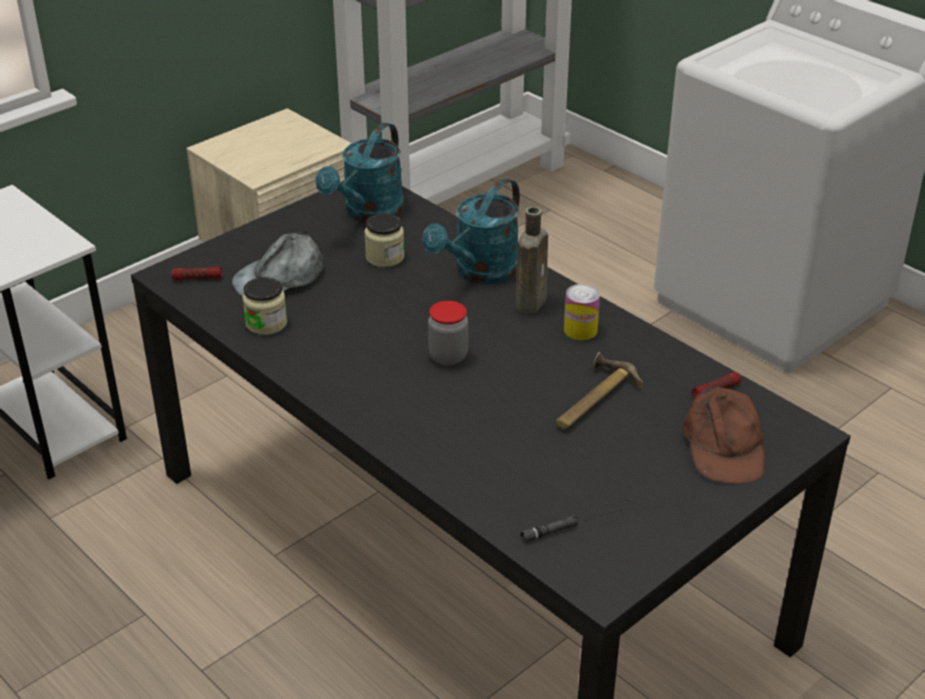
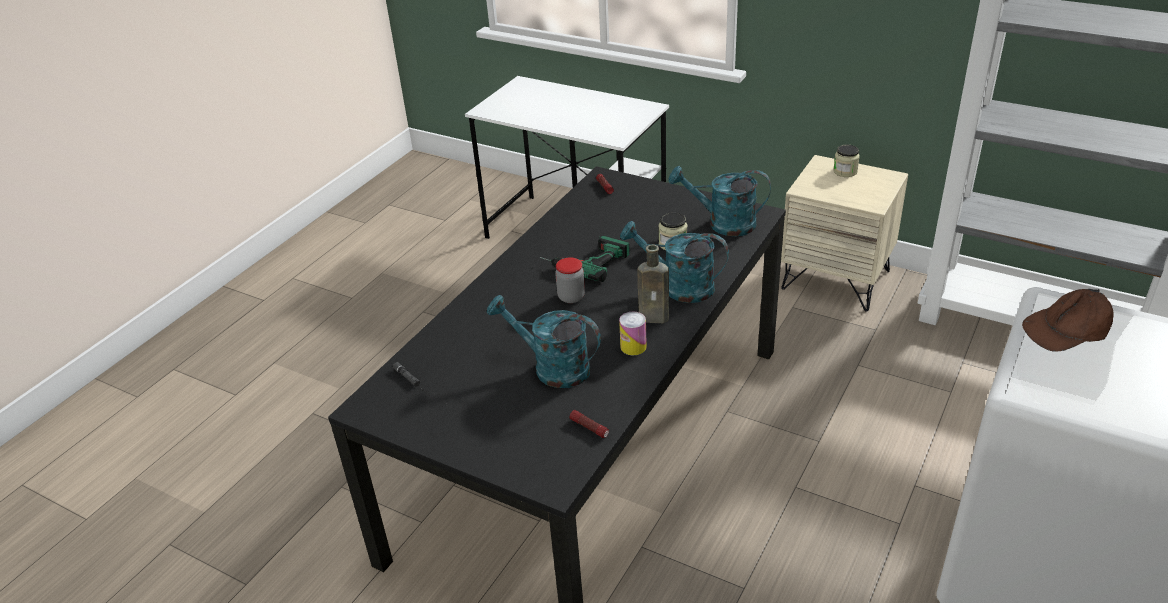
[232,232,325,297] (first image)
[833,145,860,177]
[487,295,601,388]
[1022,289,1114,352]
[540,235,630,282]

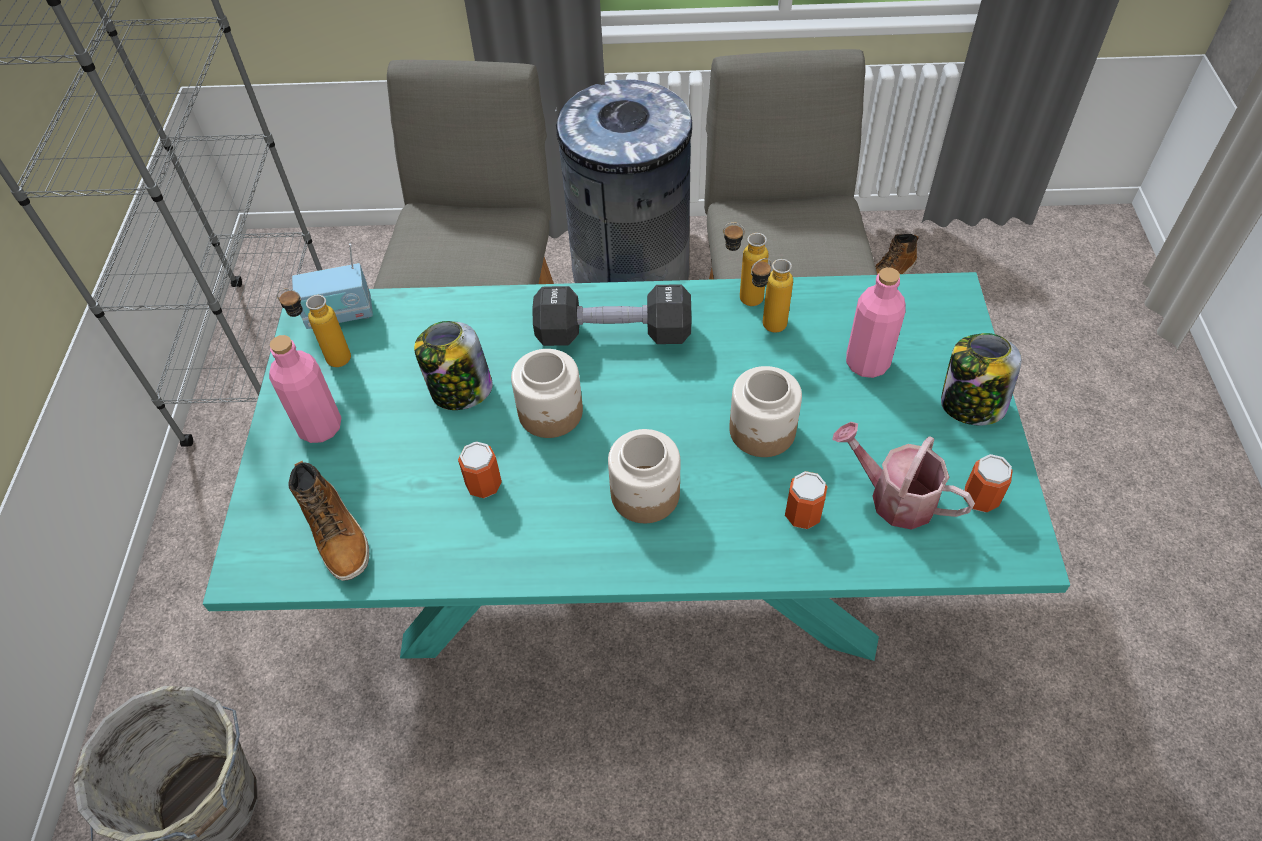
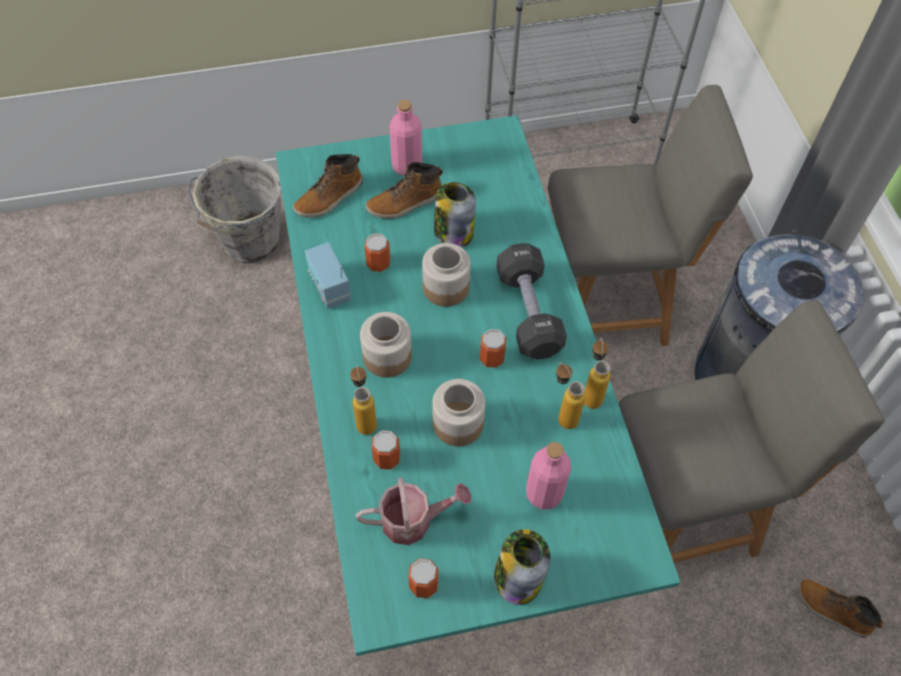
[350,364,377,435]
[305,242,351,309]
[355,478,472,545]
[366,162,443,219]
[480,329,506,368]

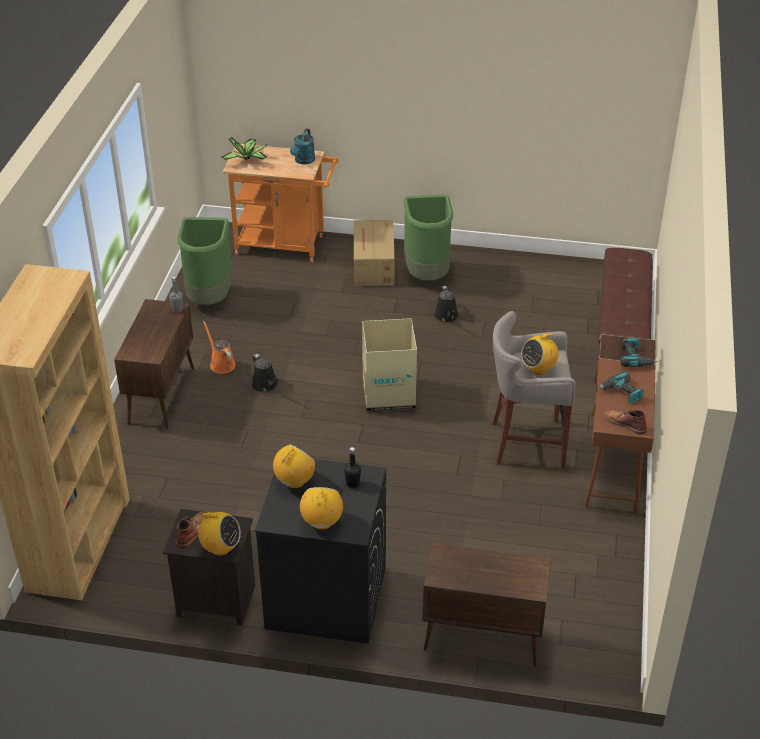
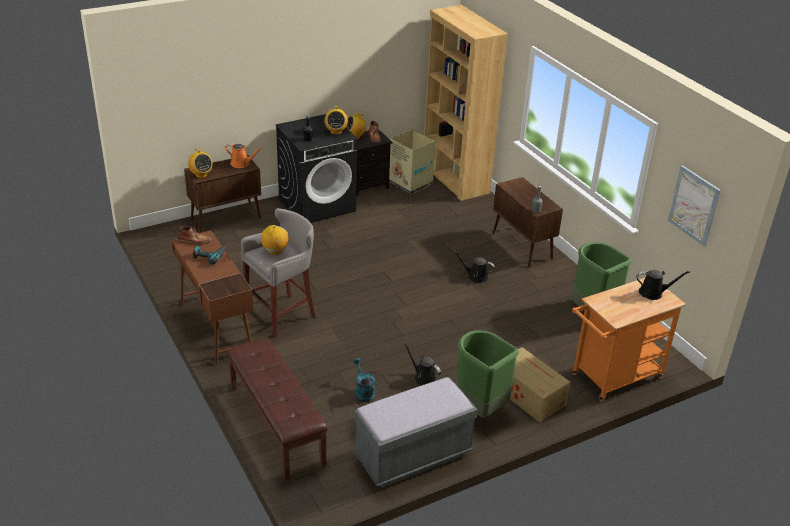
[225,144,263,168]
[636,270,690,300]
[353,358,375,402]
[188,149,213,178]
[389,129,436,194]
[620,338,658,367] (first image)
[354,377,478,488]
[668,165,721,247]

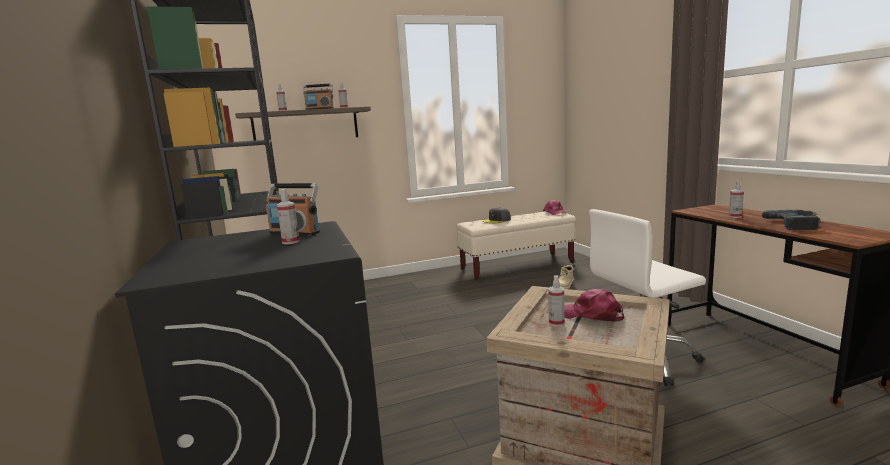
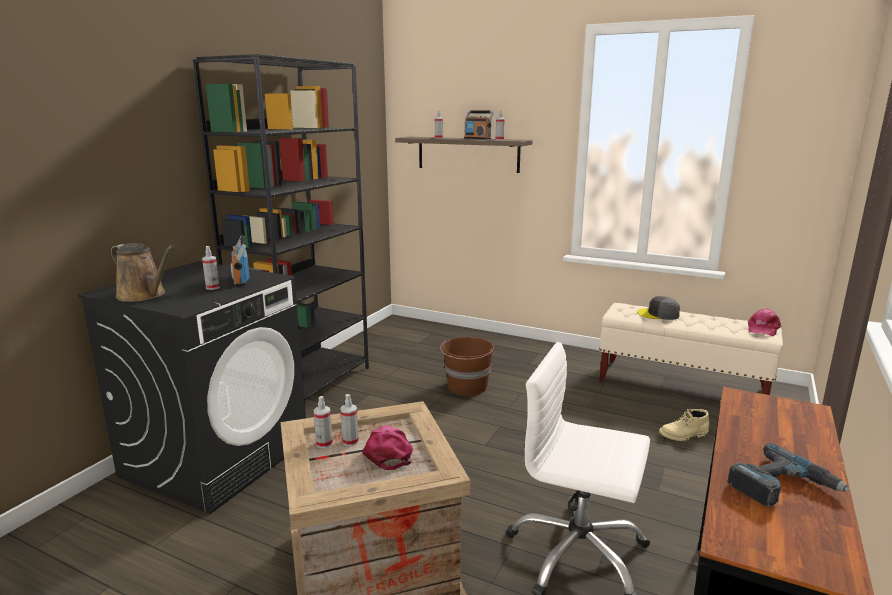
[314,396,333,448]
[111,243,175,302]
[440,337,494,396]

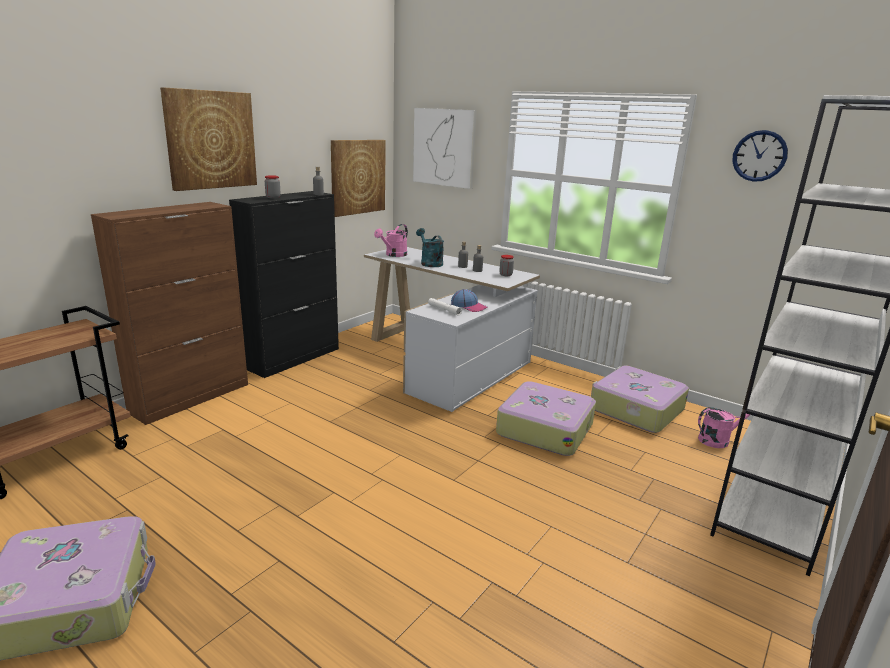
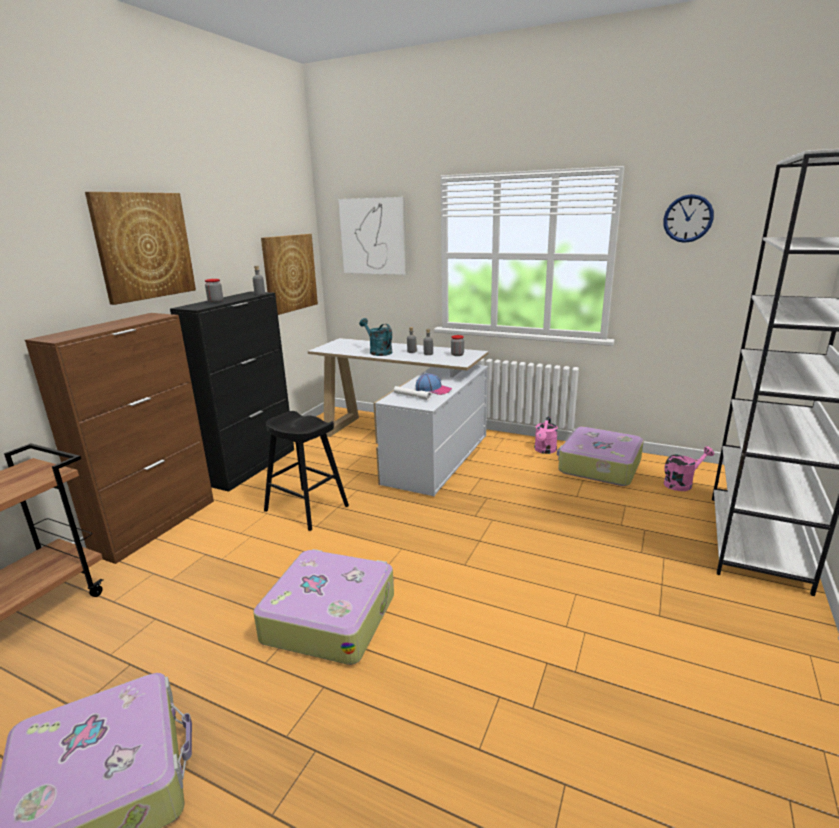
[535,417,558,454]
[254,549,394,665]
[264,411,349,531]

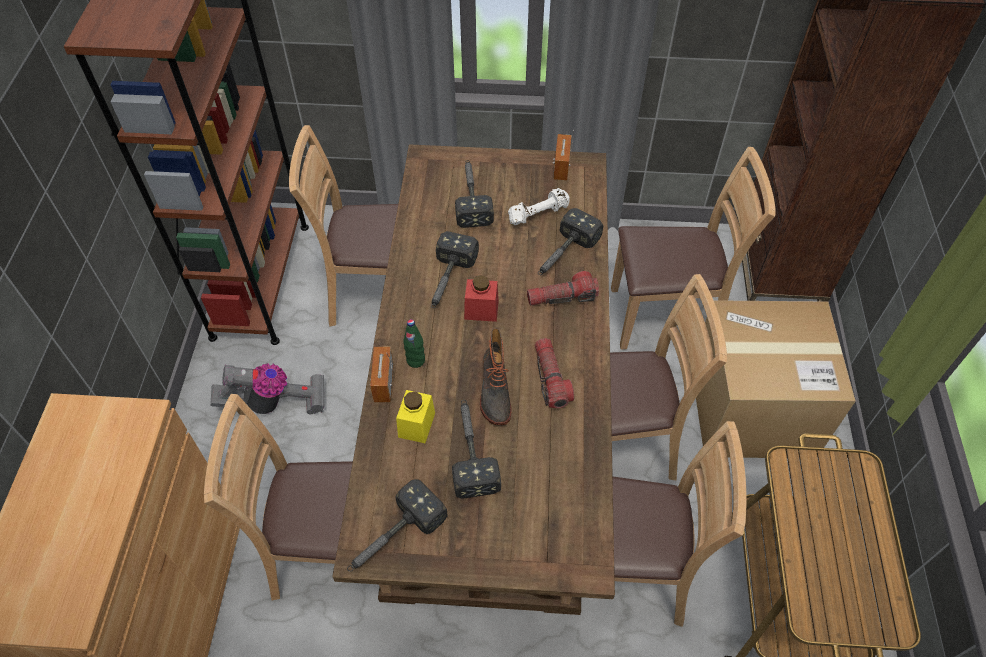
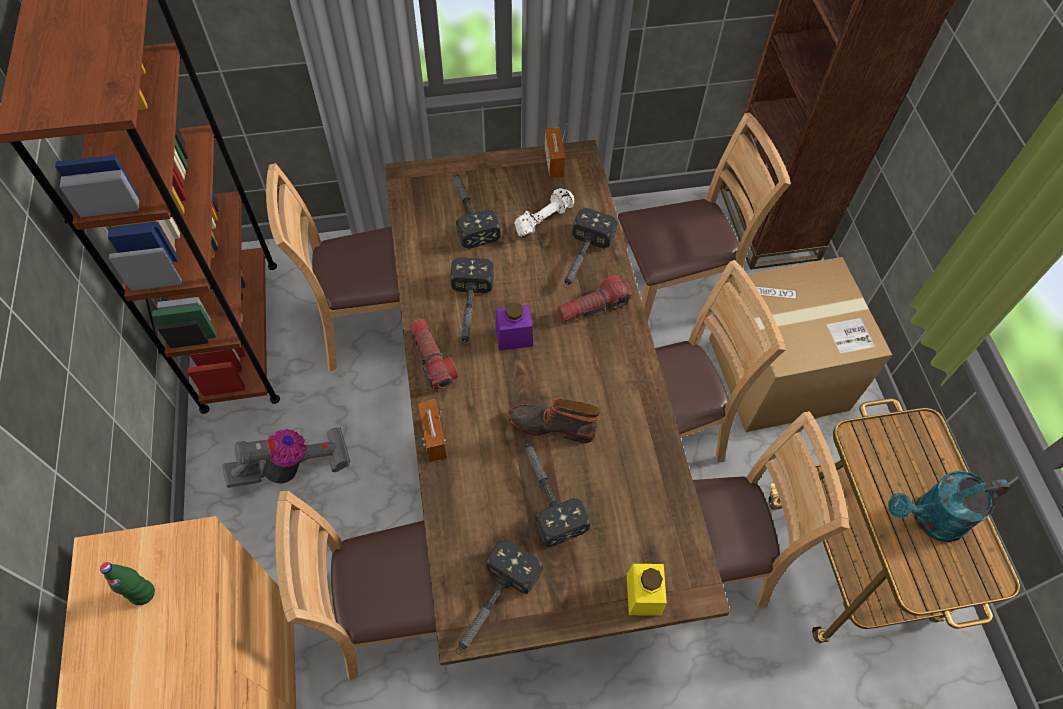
[627,564,667,616]
[100,562,155,605]
[495,302,533,351]
[508,396,600,443]
[409,319,458,389]
[888,471,1010,542]

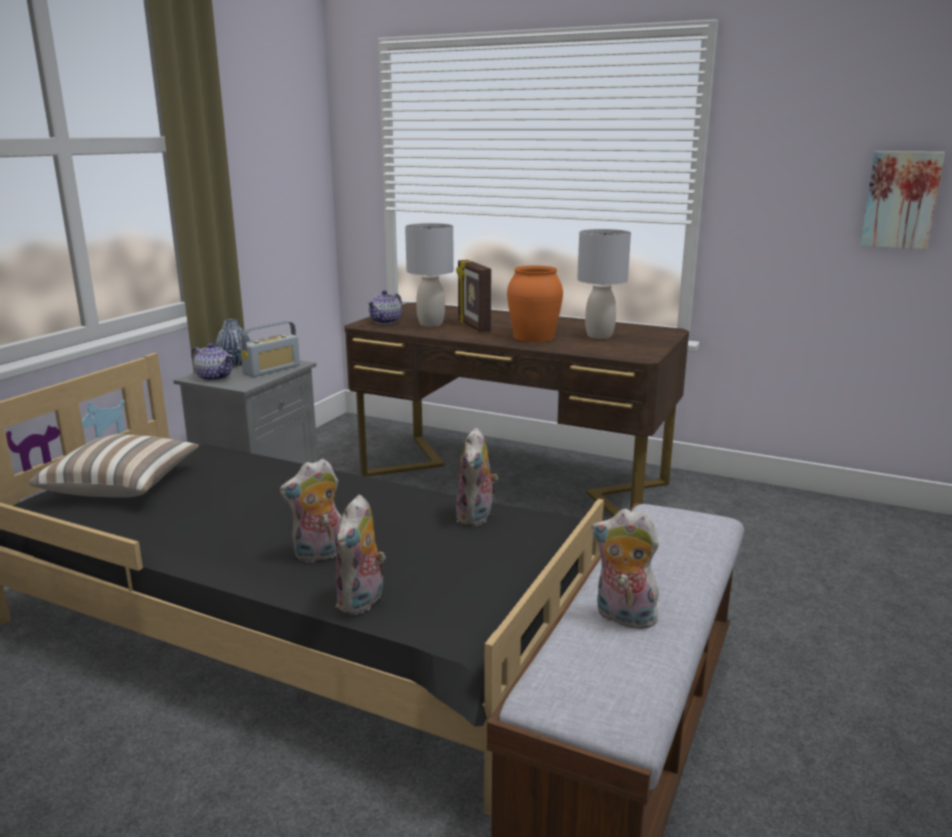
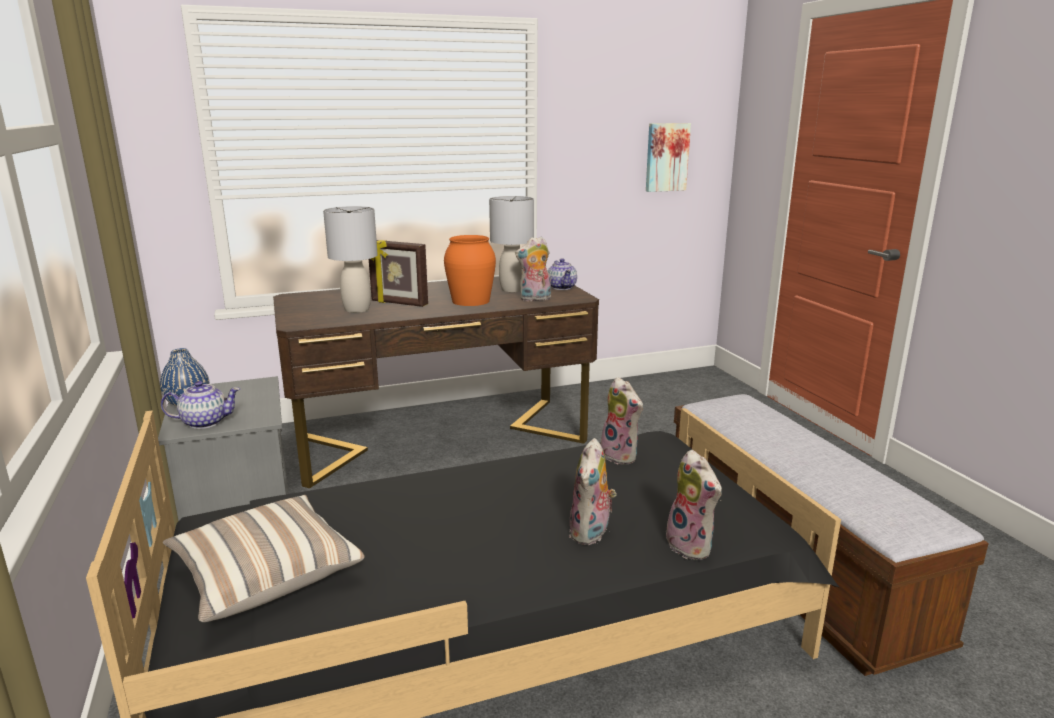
[240,321,300,377] (first image)
[548,259,577,290]
[515,237,551,301]

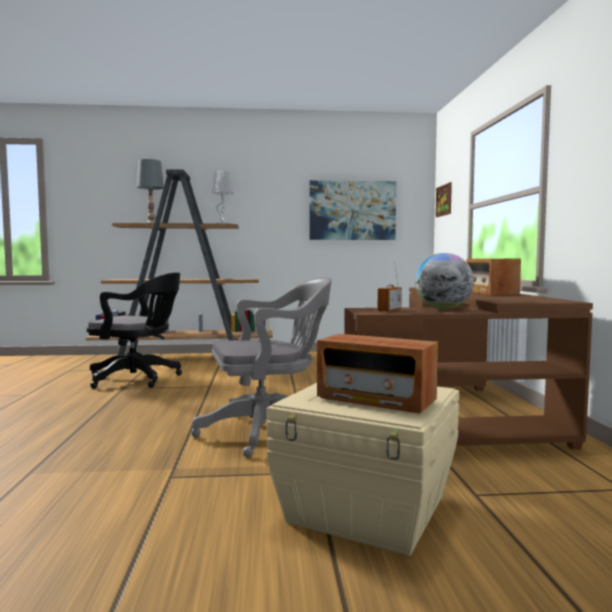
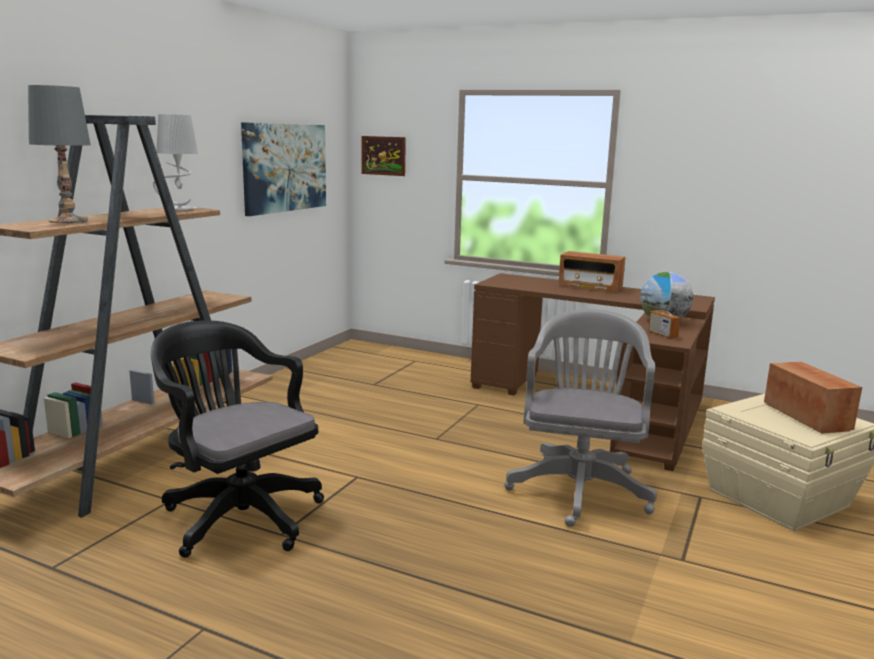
[151,320,324,558]
[764,362,862,434]

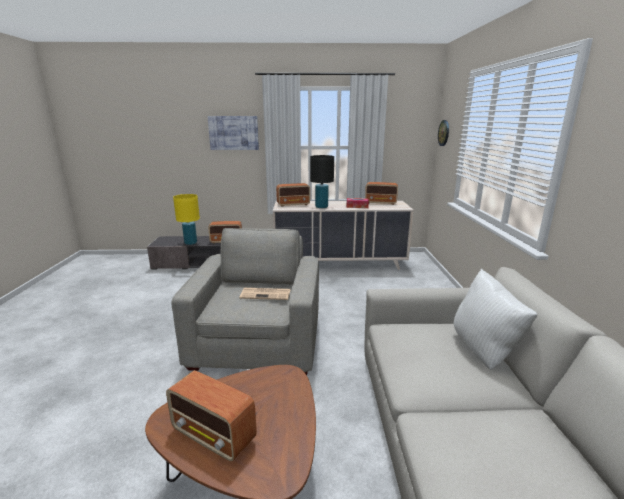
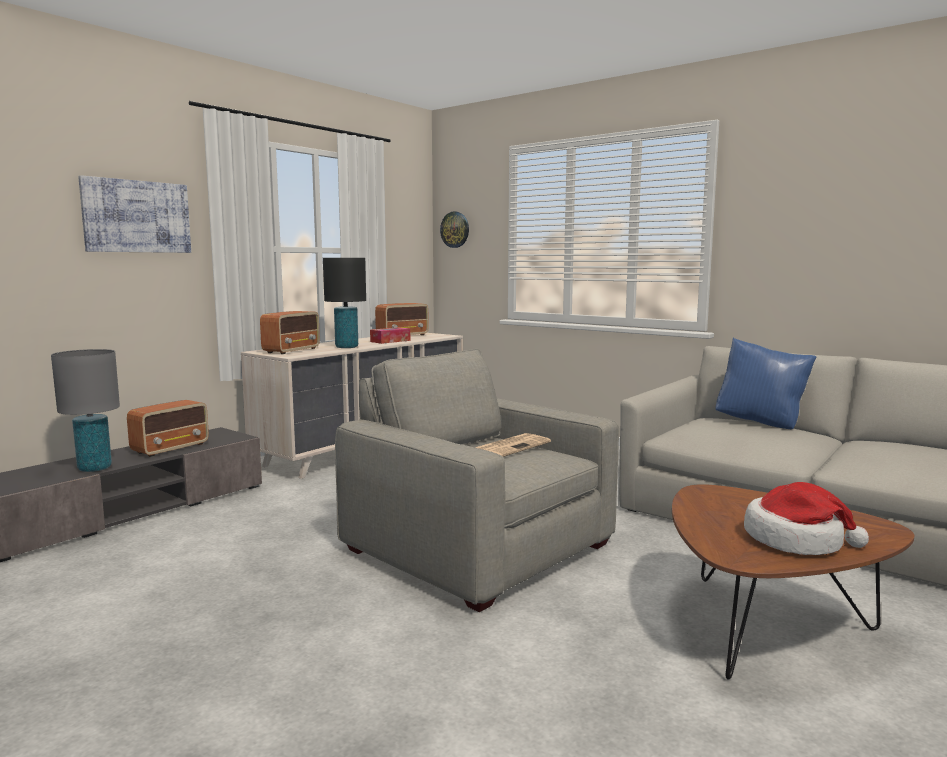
[744,482,869,555]
[51,349,120,472]
[715,338,816,429]

